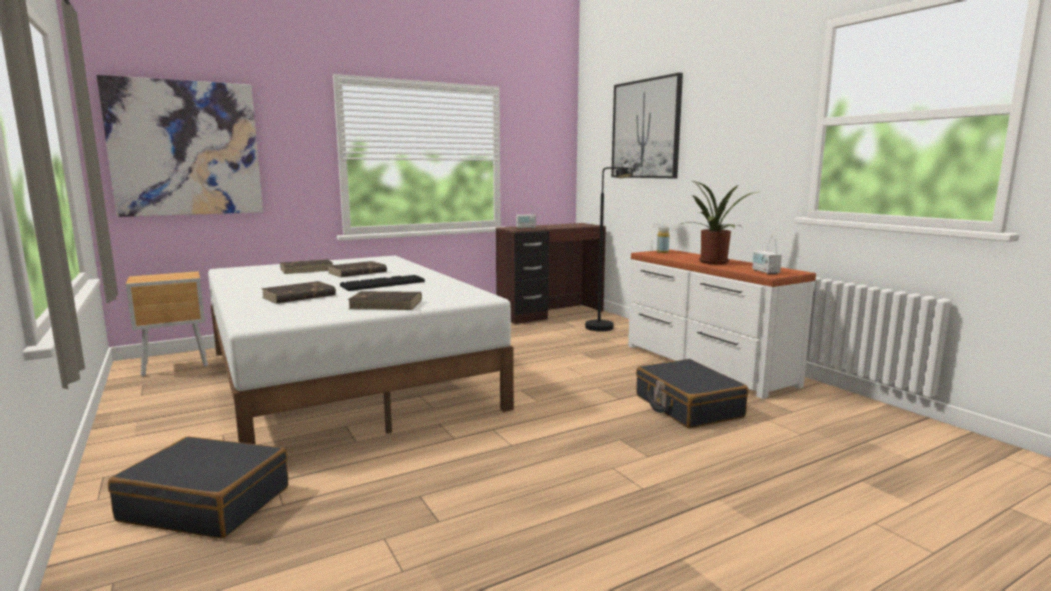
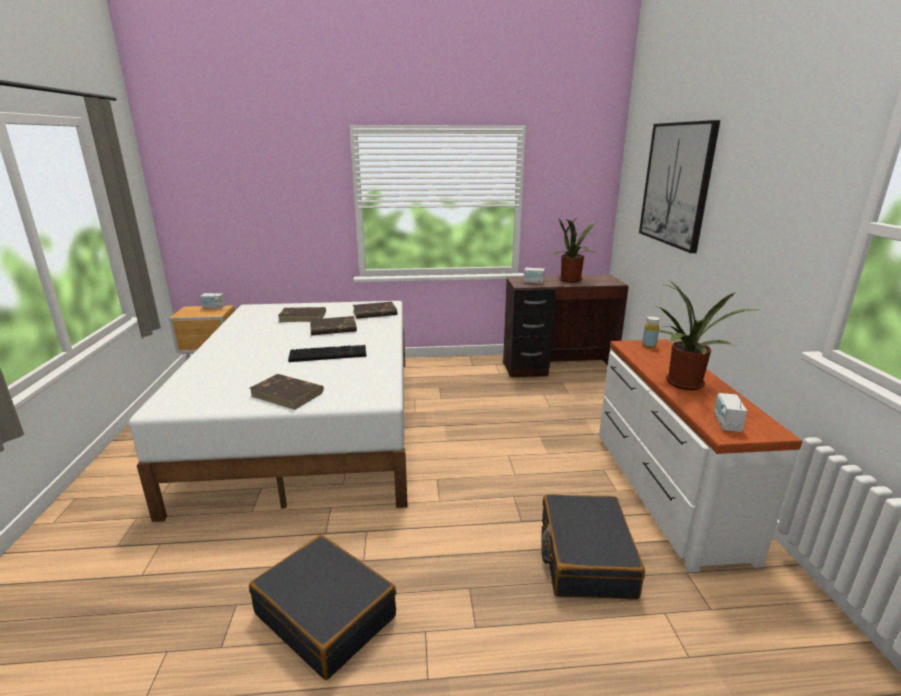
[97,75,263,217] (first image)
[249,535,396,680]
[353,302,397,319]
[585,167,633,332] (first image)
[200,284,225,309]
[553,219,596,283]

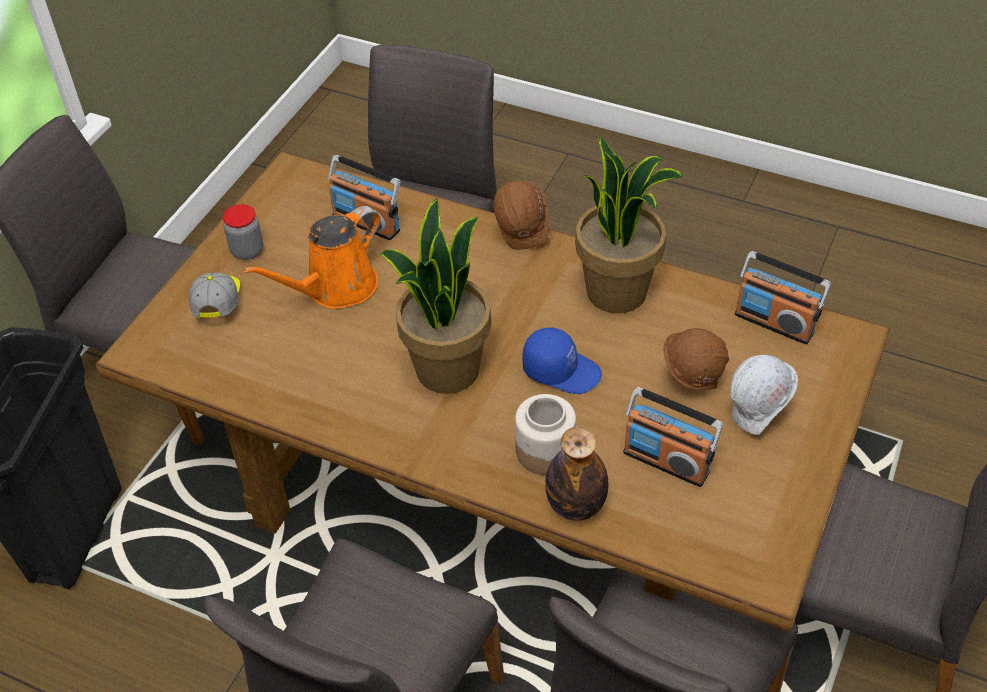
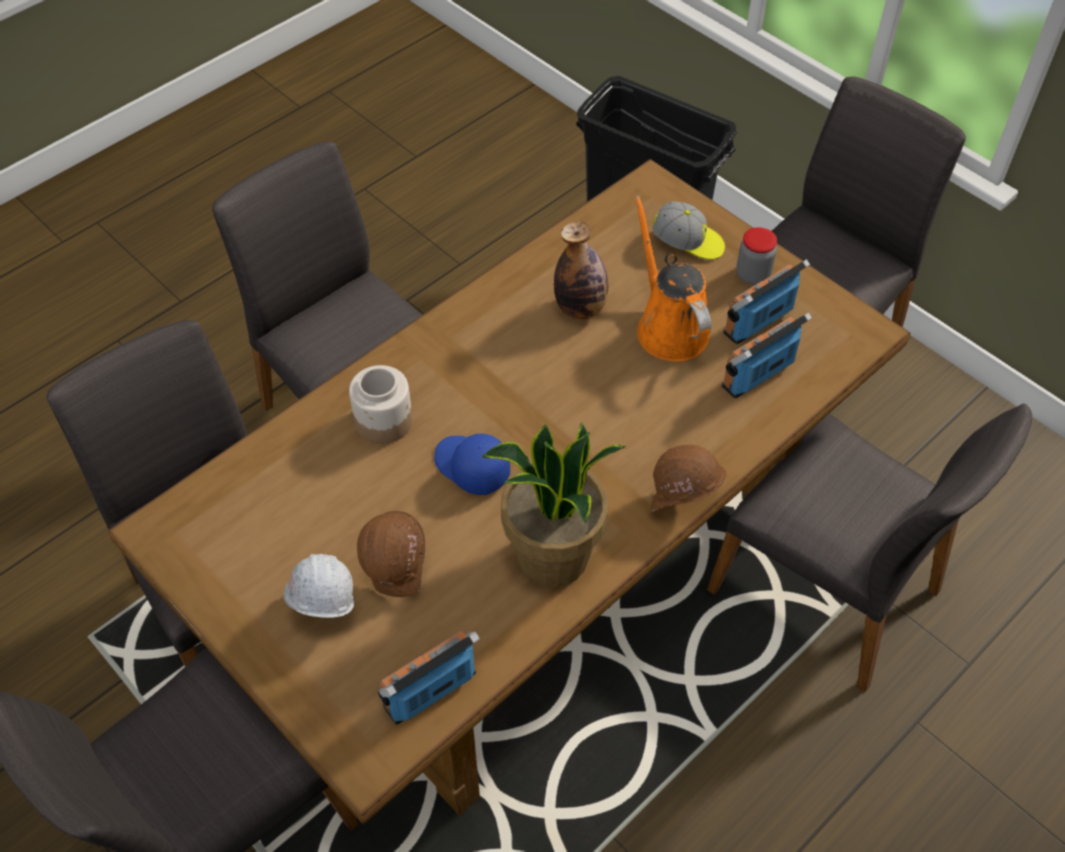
[380,198,491,394] (first image)
[434,433,510,495]
[554,221,608,320]
[723,259,810,344]

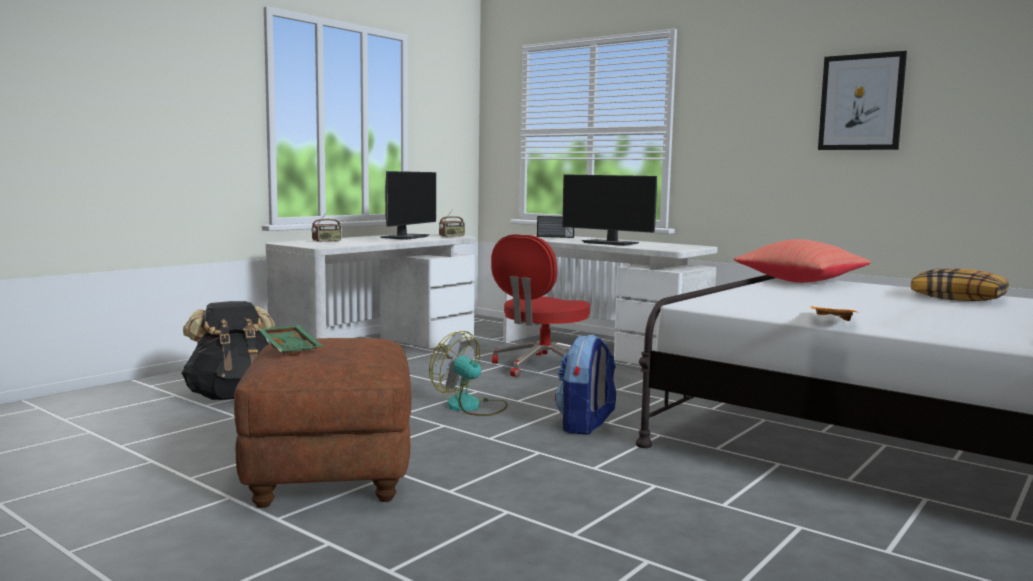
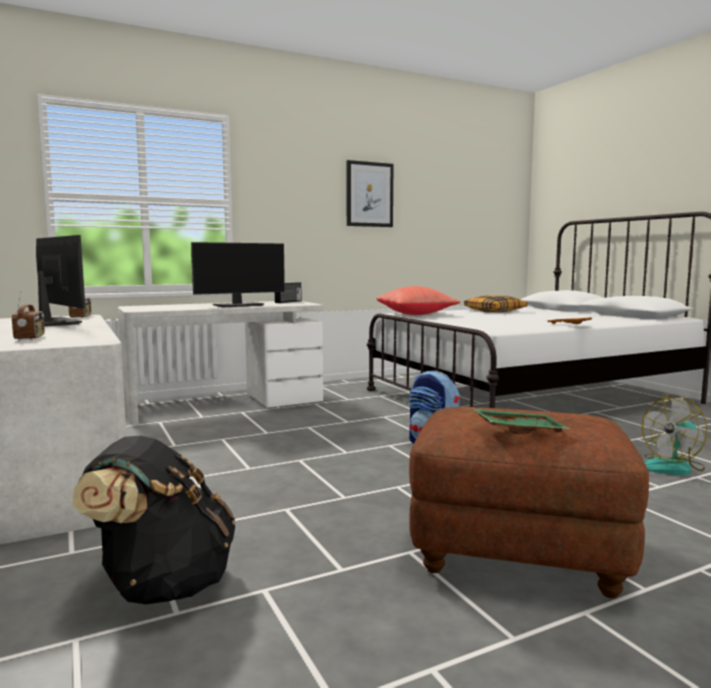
[642,395,708,475]
[491,234,590,377] (first image)
[275,283,302,303]

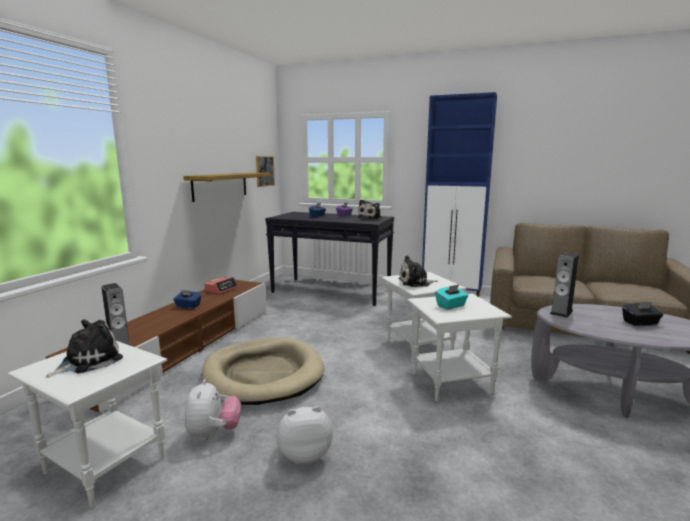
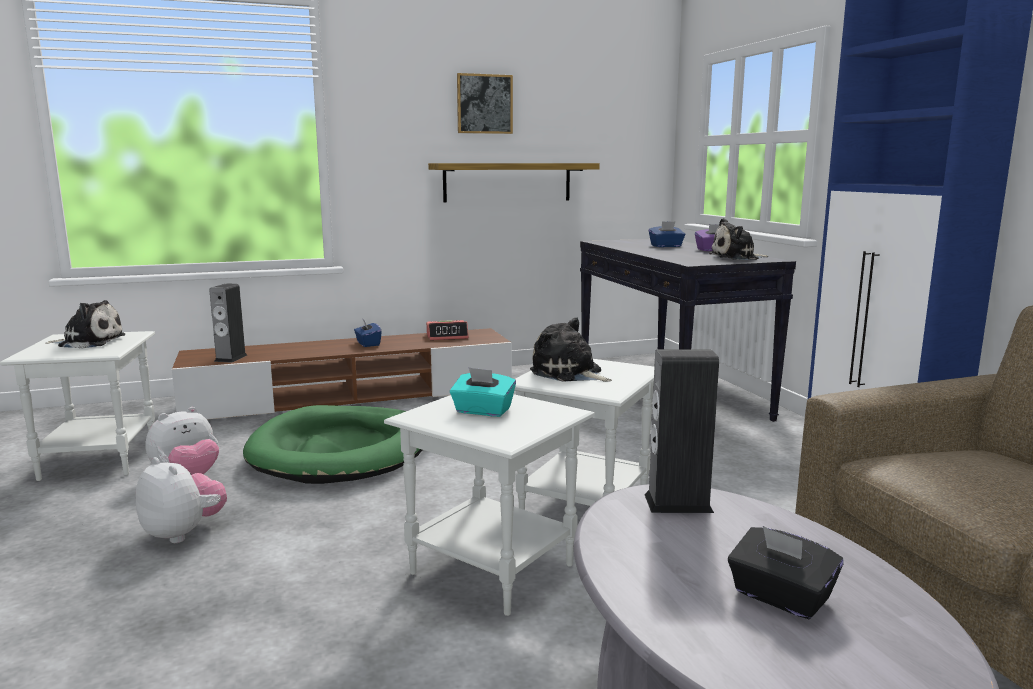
[243,405,422,484]
[457,73,513,134]

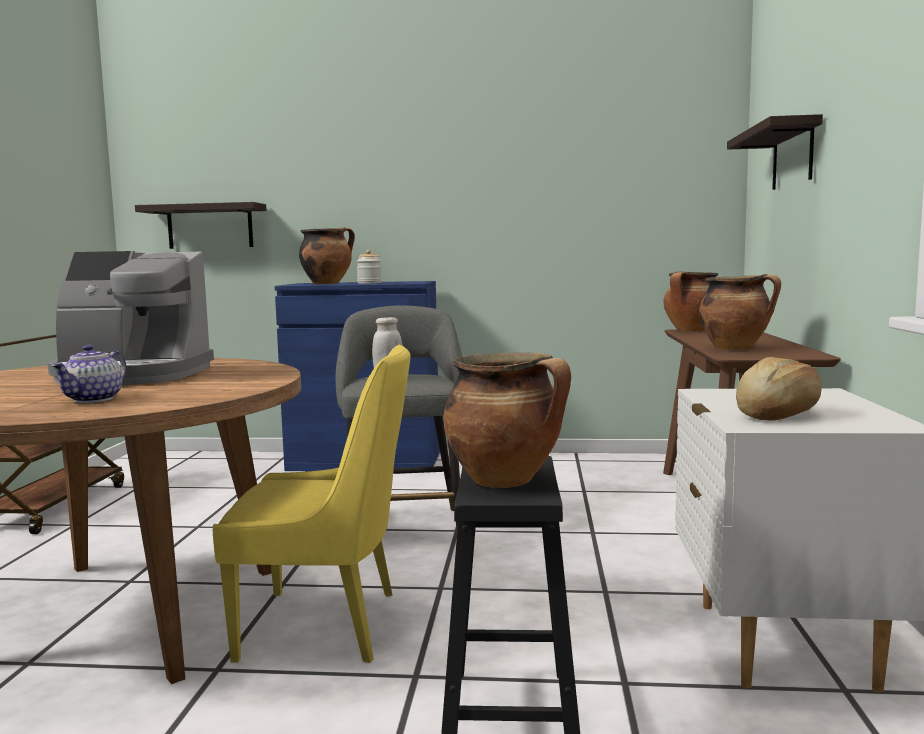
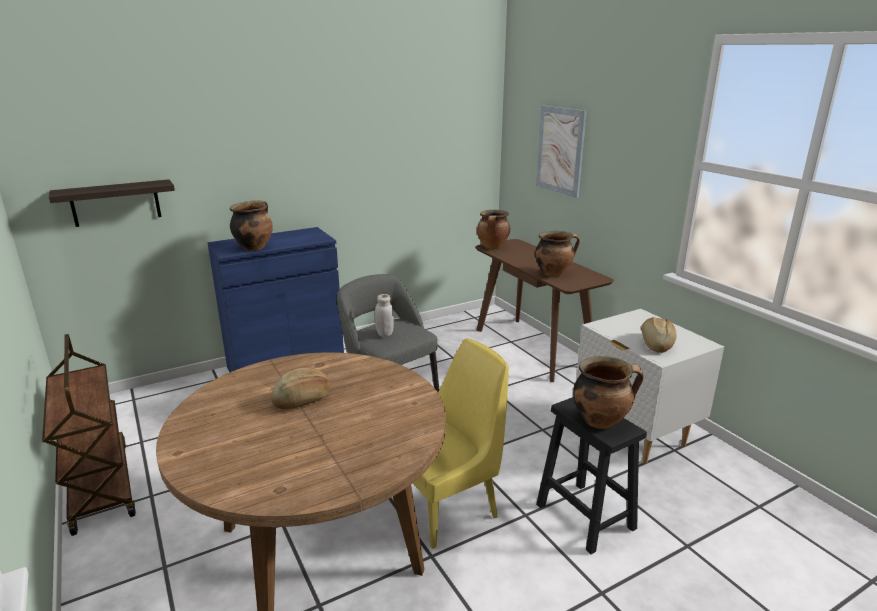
[271,367,331,409]
[51,345,126,403] (first image)
[356,250,382,284] (first image)
[536,106,587,198]

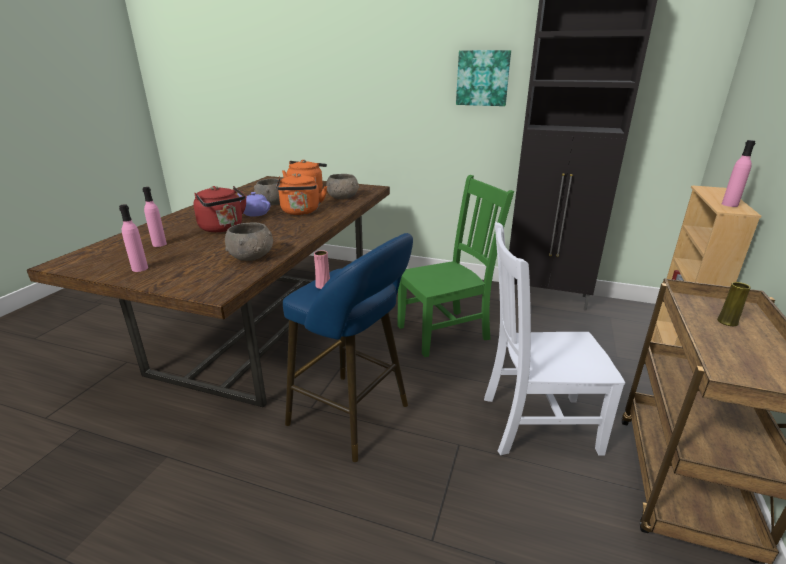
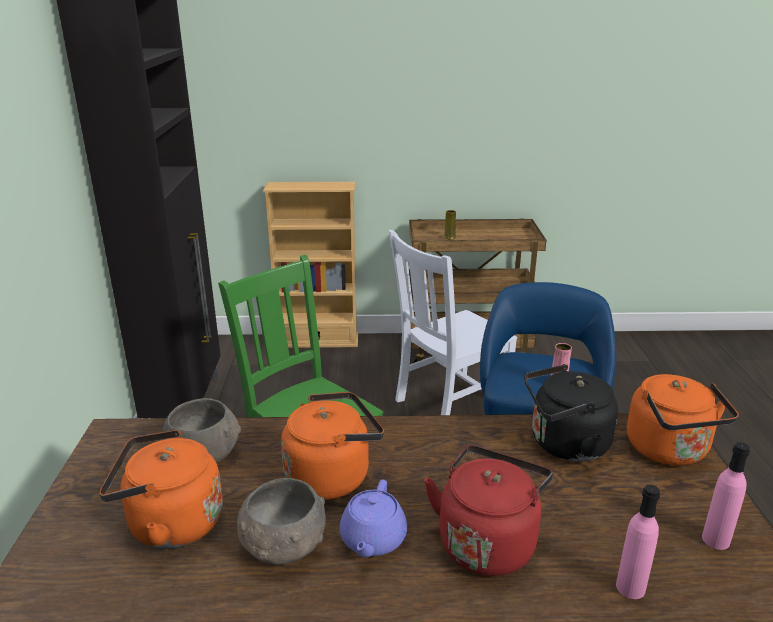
[524,364,618,462]
[456,50,511,106] (first image)
[389,230,517,415]
[722,140,755,207] (first image)
[627,374,739,466]

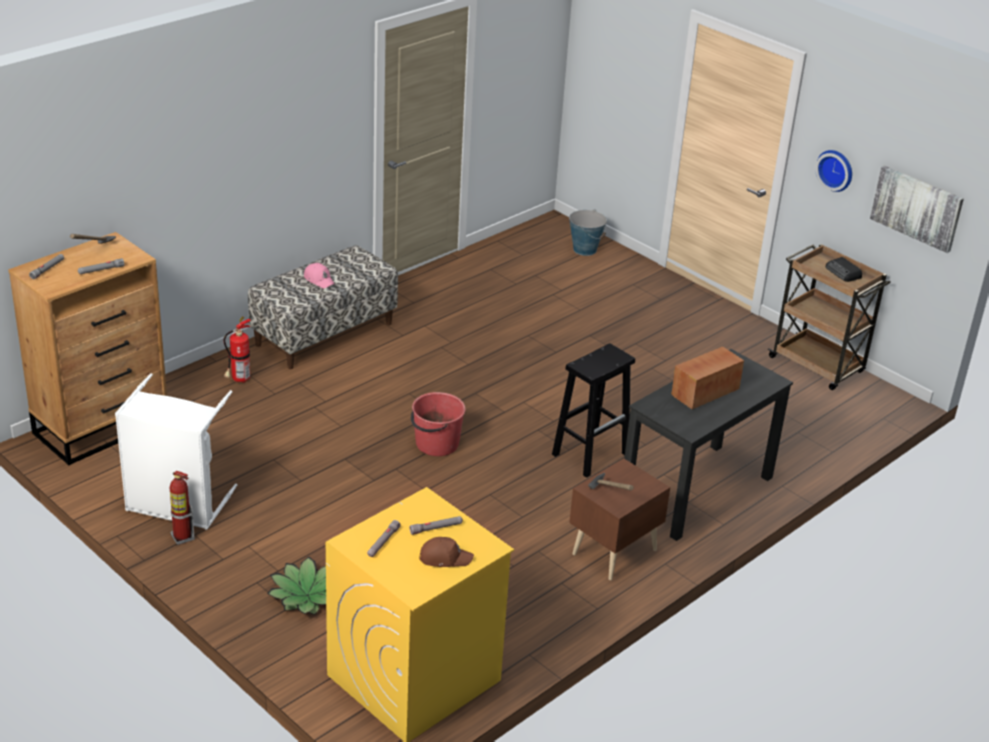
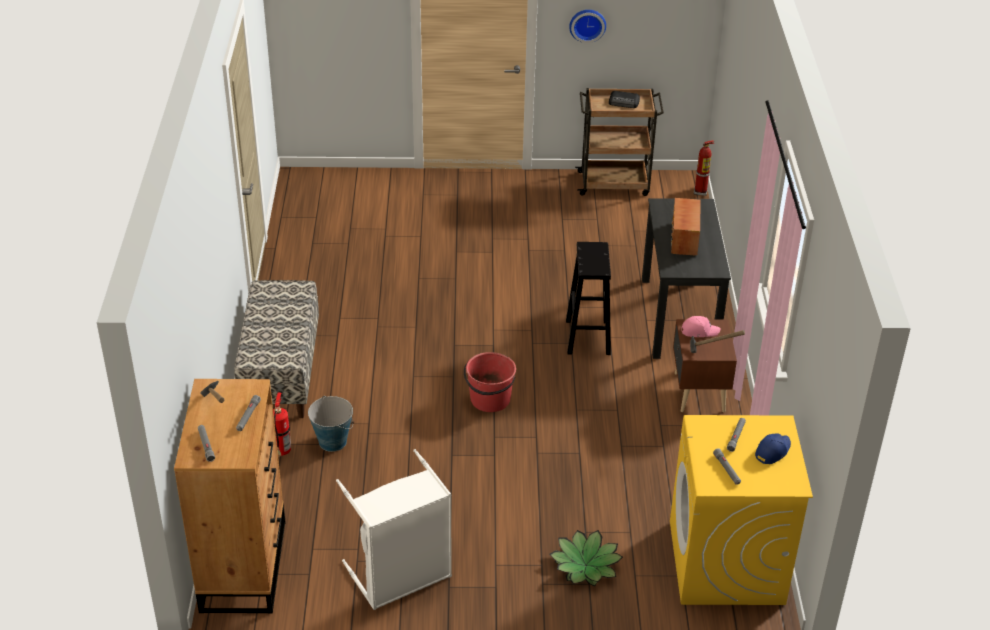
[694,140,715,196]
[681,316,721,337]
[755,433,791,464]
[308,396,354,452]
[870,166,964,253] (first image)

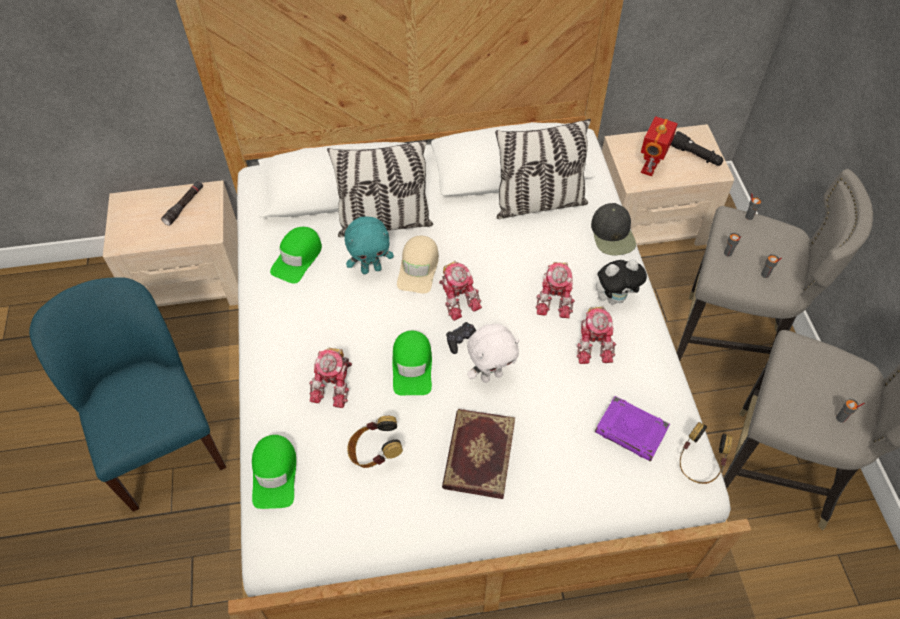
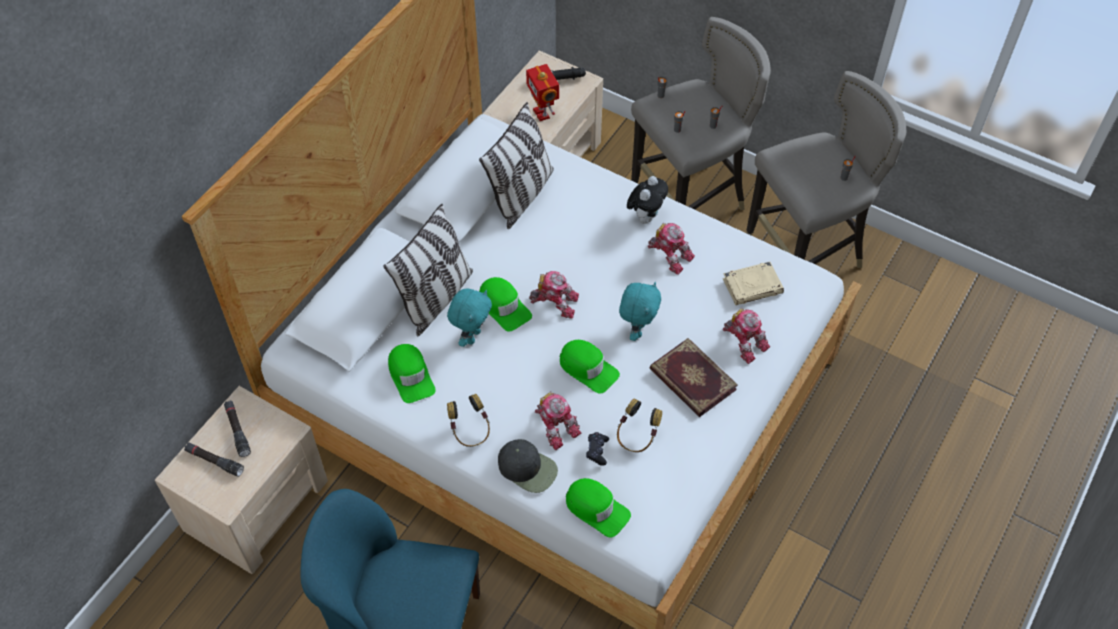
[479,277,532,332]
[586,432,609,466]
[619,282,661,341]
[723,308,770,364]
[498,439,558,493]
[723,262,784,305]
[447,394,490,447]
[184,442,244,477]

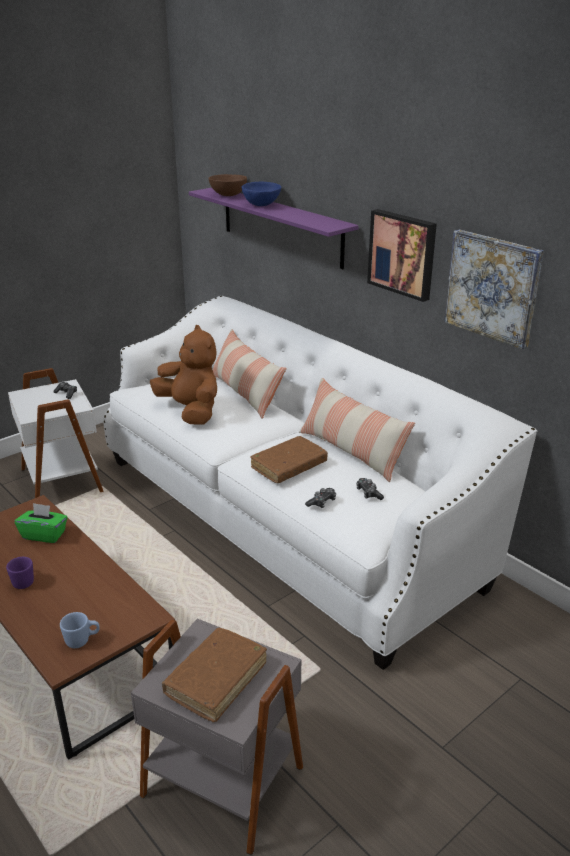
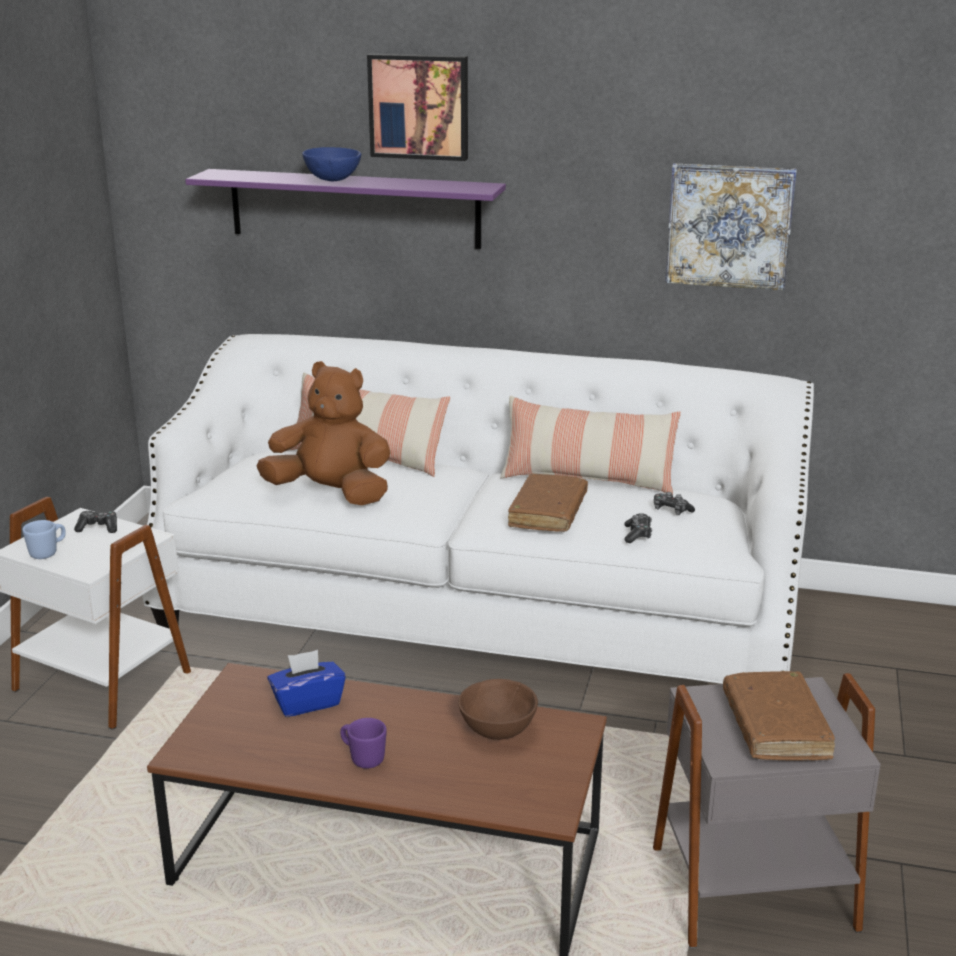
[267,650,346,717]
[22,520,66,559]
[458,679,538,740]
[367,54,468,161]

